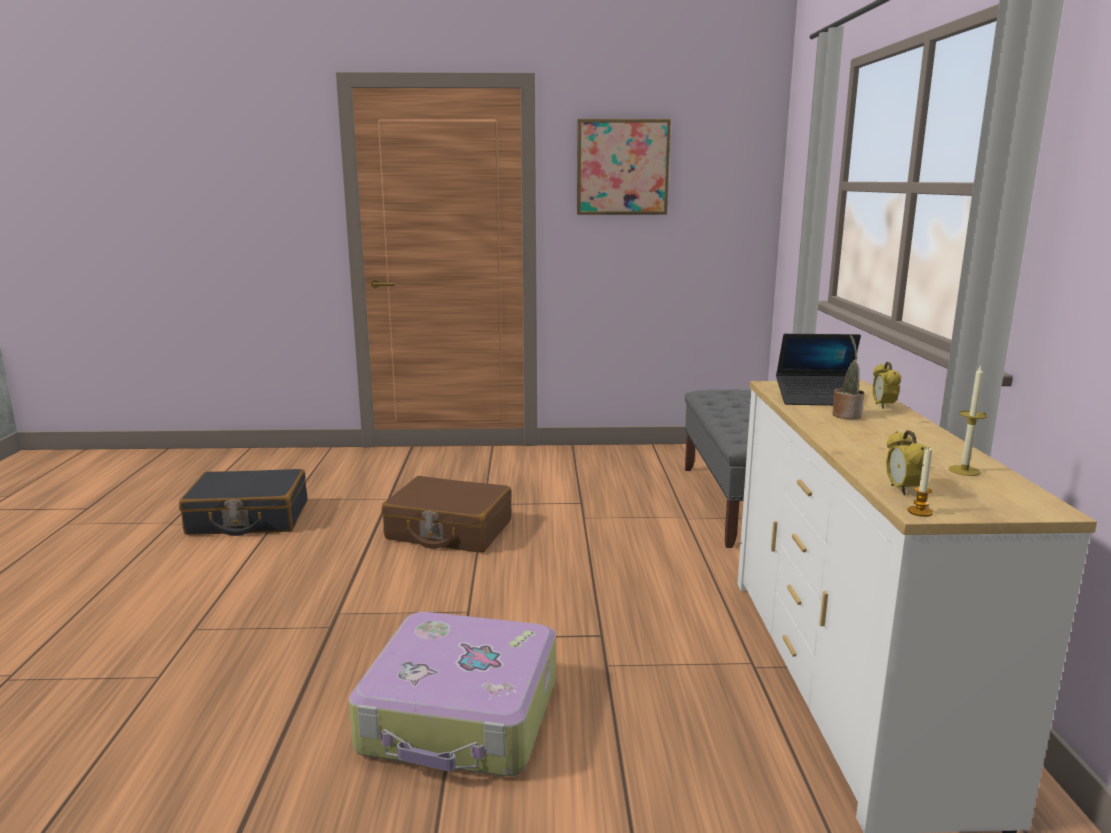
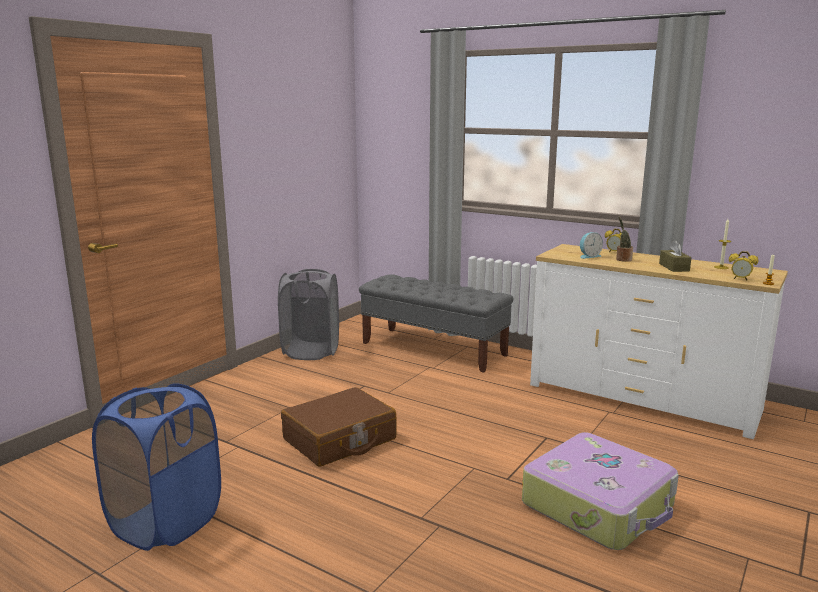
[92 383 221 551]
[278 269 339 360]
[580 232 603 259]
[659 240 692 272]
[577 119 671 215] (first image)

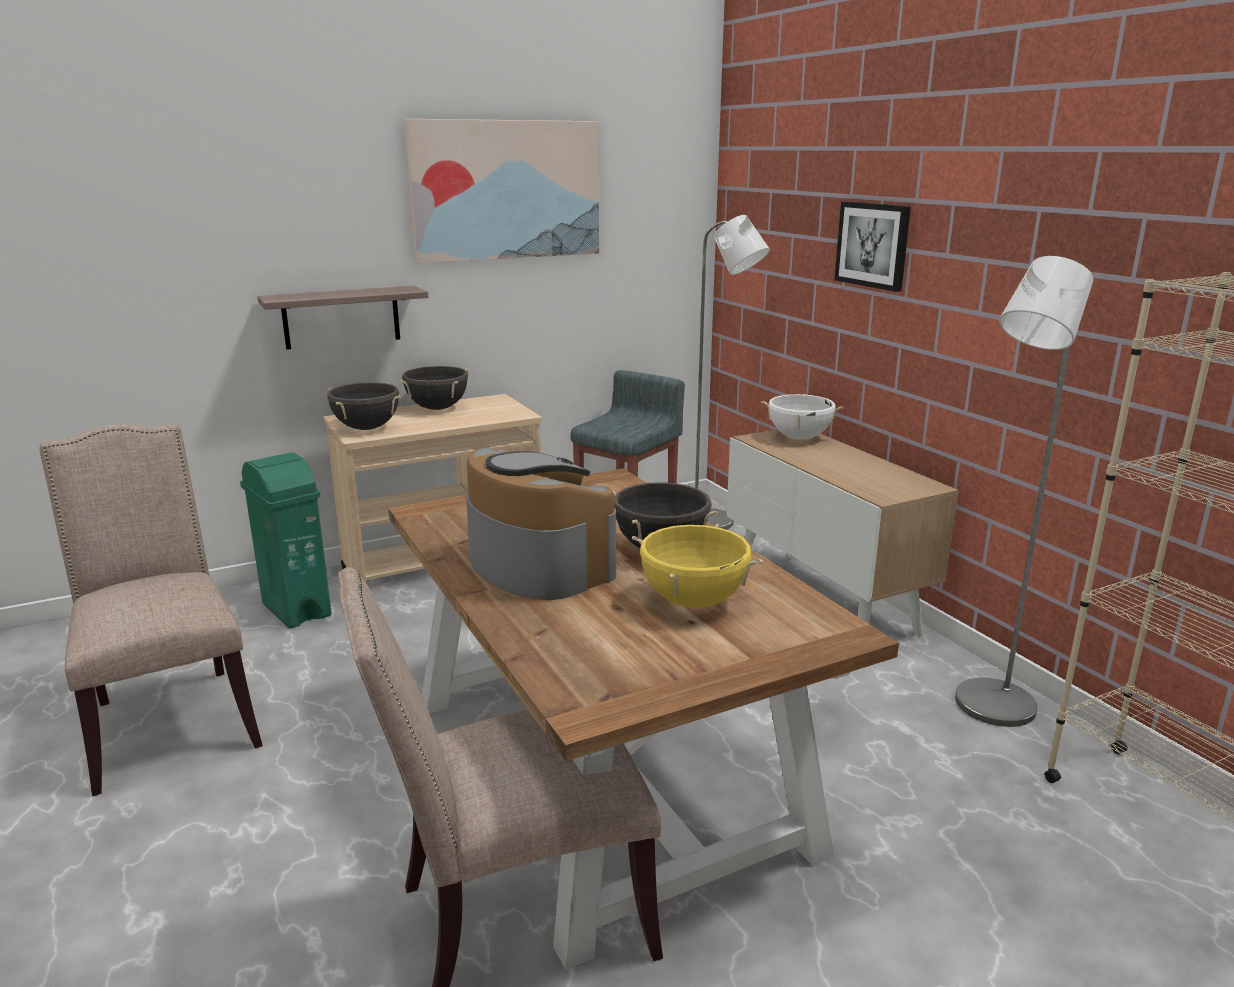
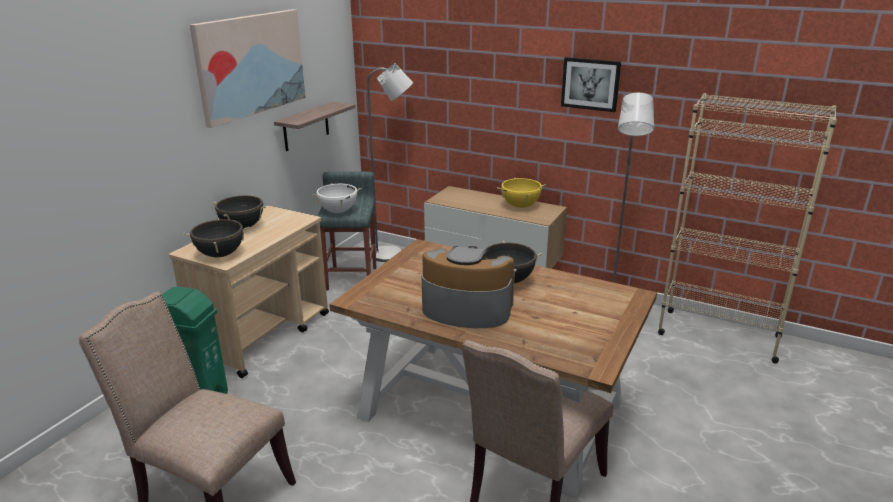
[274 101 356 151]
[312 183 362 213]
[497 178 546 208]
[561 57 621 112]

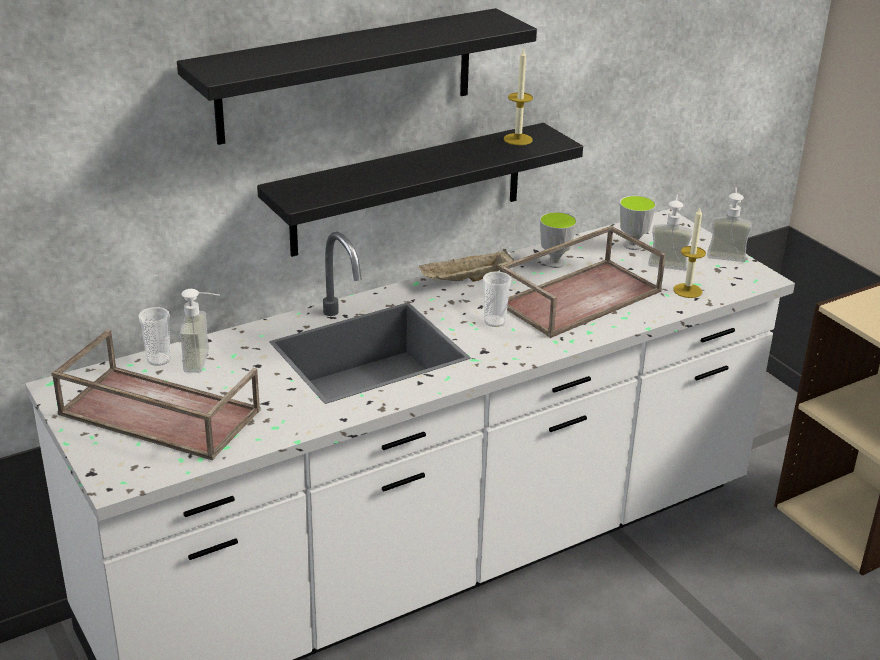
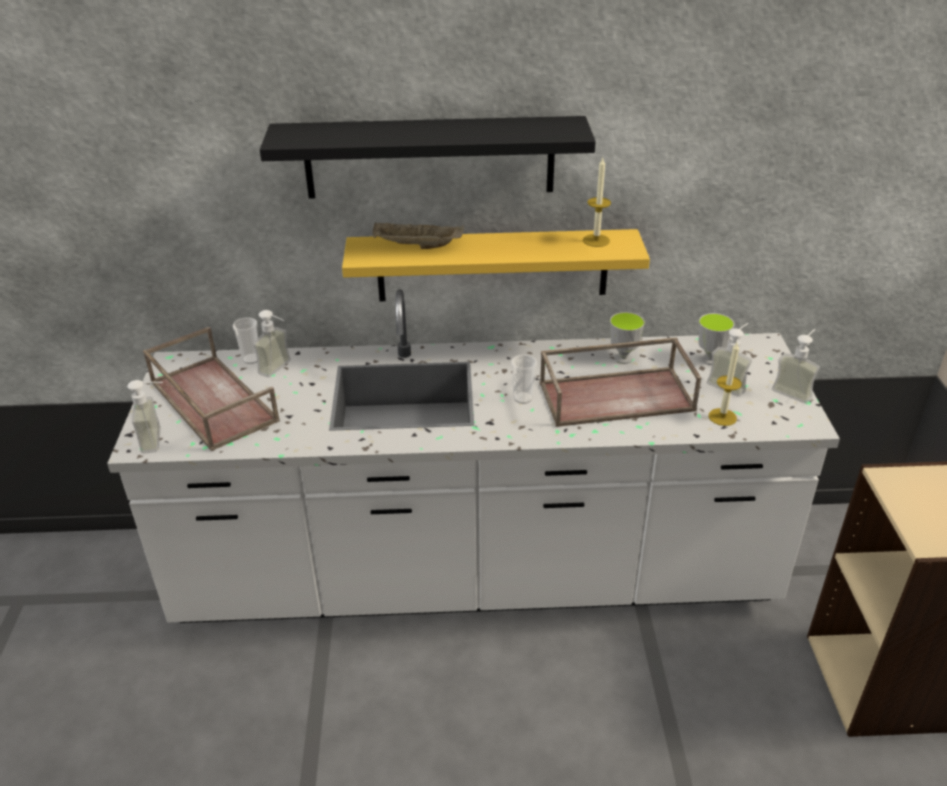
[127 380 163 454]
[342 229 650 301]
[373 222 464 249]

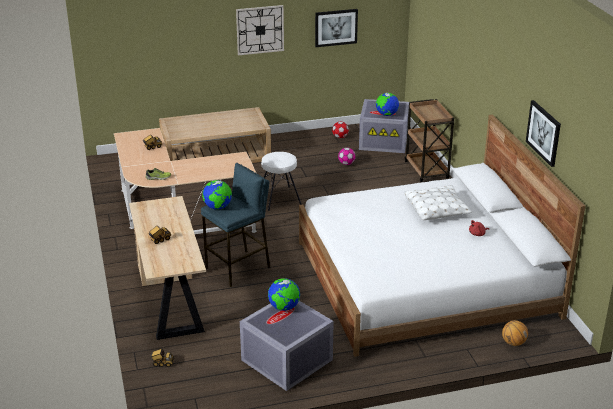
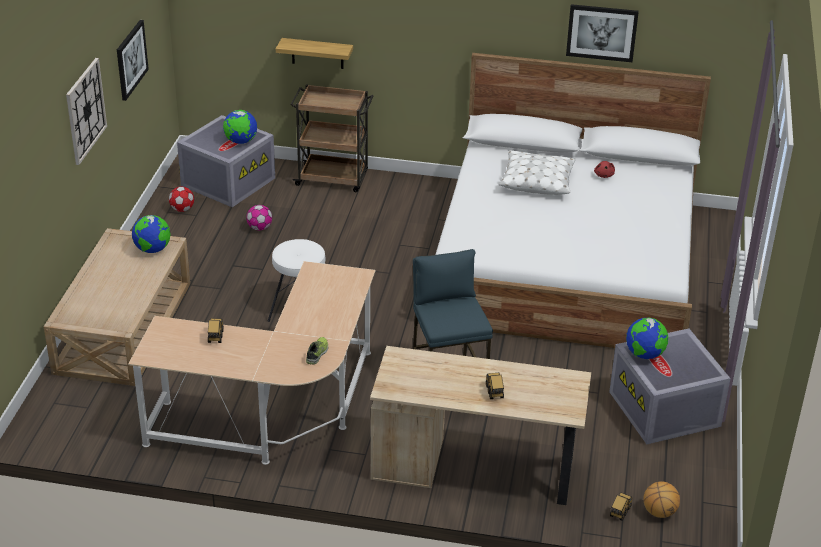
[132 215 170 253]
[276 38 353 69]
[644 481 680 518]

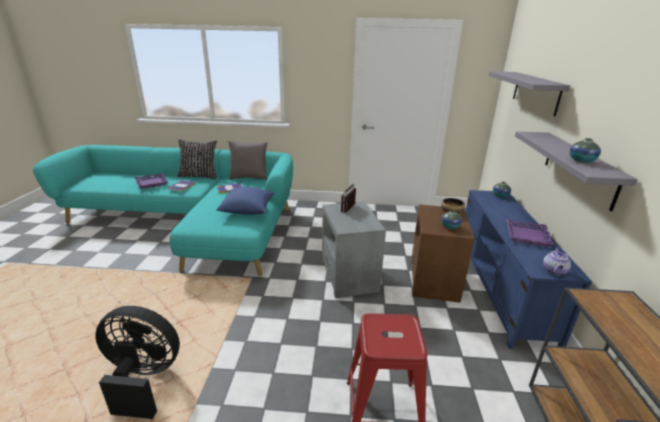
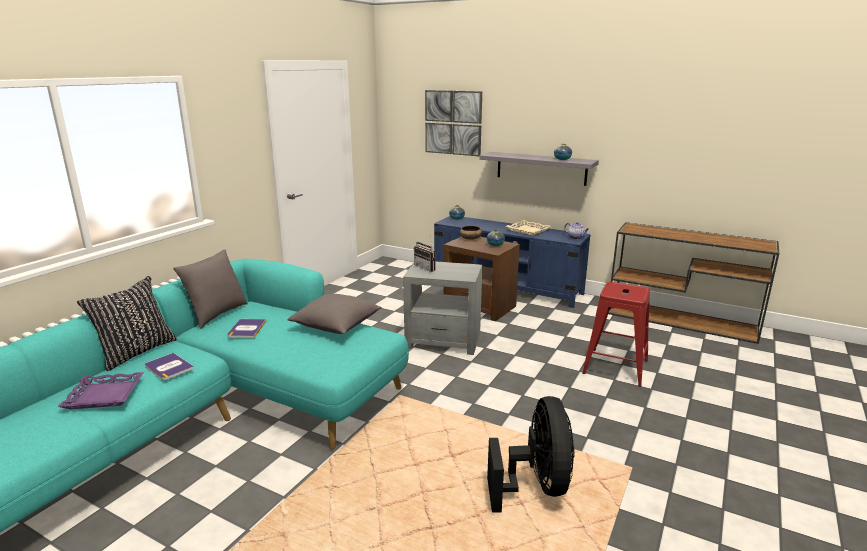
[288 294 382 334]
[425 90 482 156]
[487 396 575 512]
[506 220 551 236]

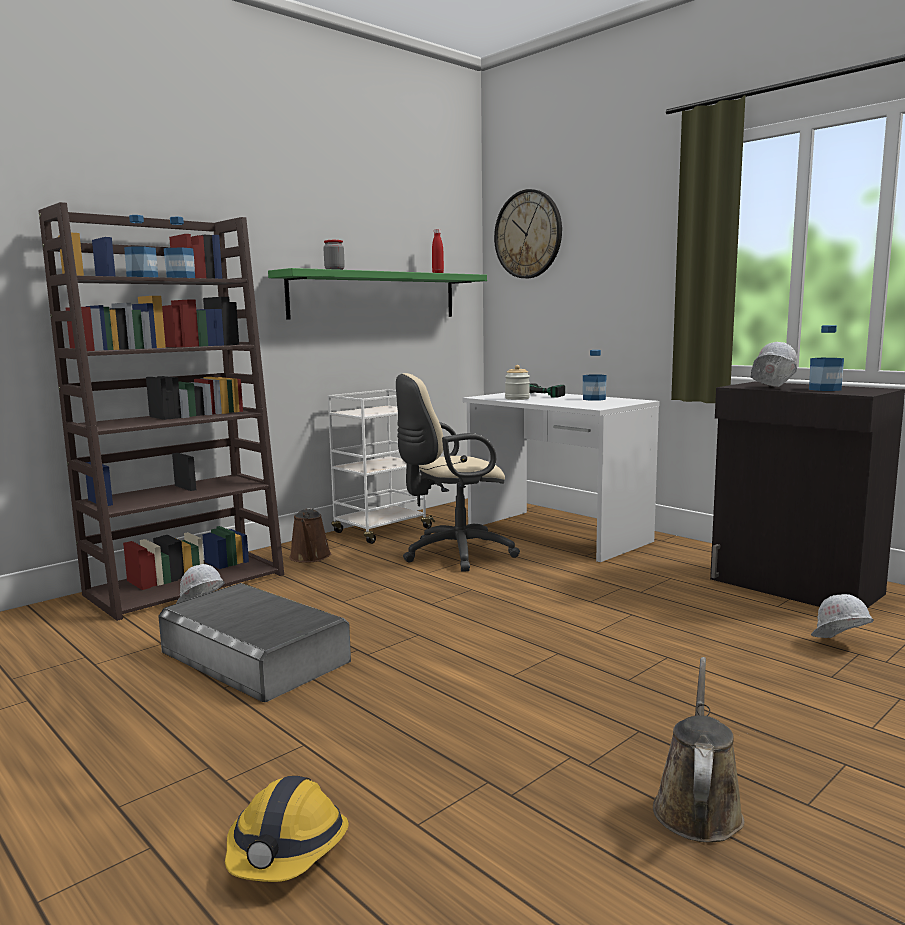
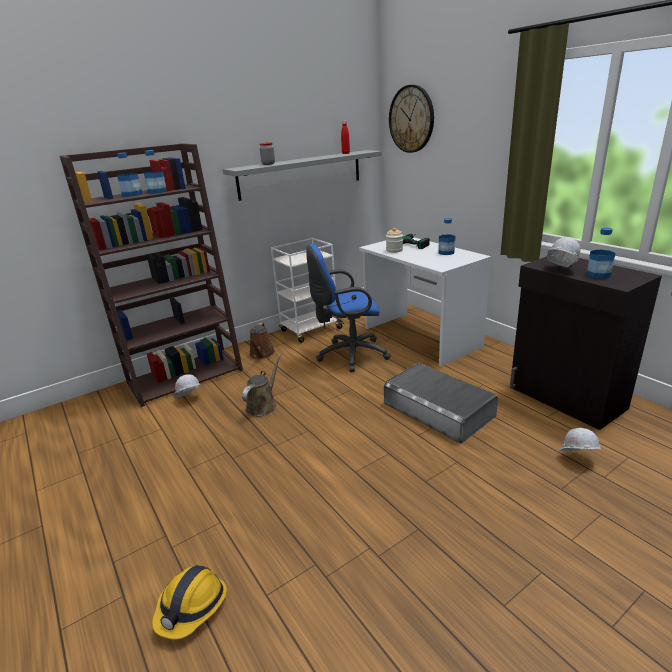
[223 150 382 201]
[242 353 281 417]
[306 244 391 372]
[384 363 498 443]

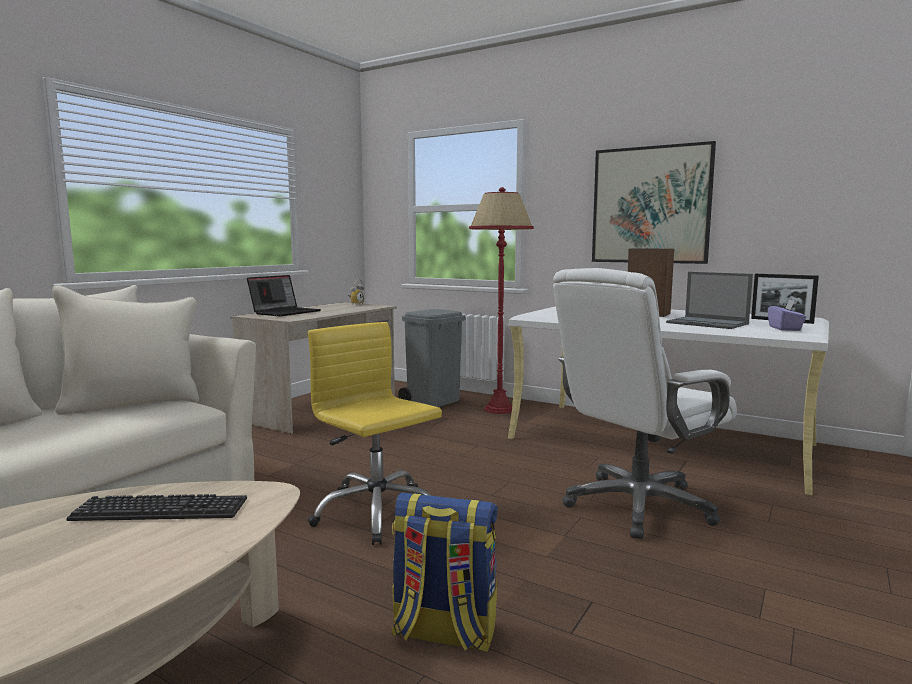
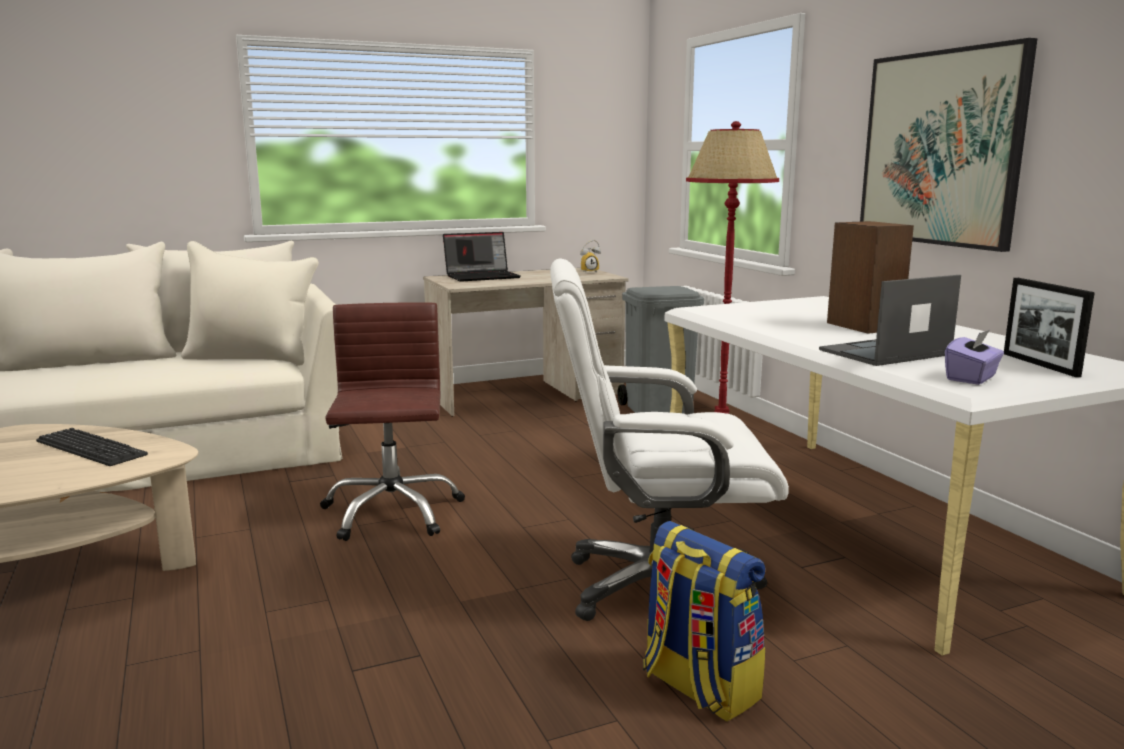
[320 302 465 541]
[643 521 765 722]
[819 275 961 366]

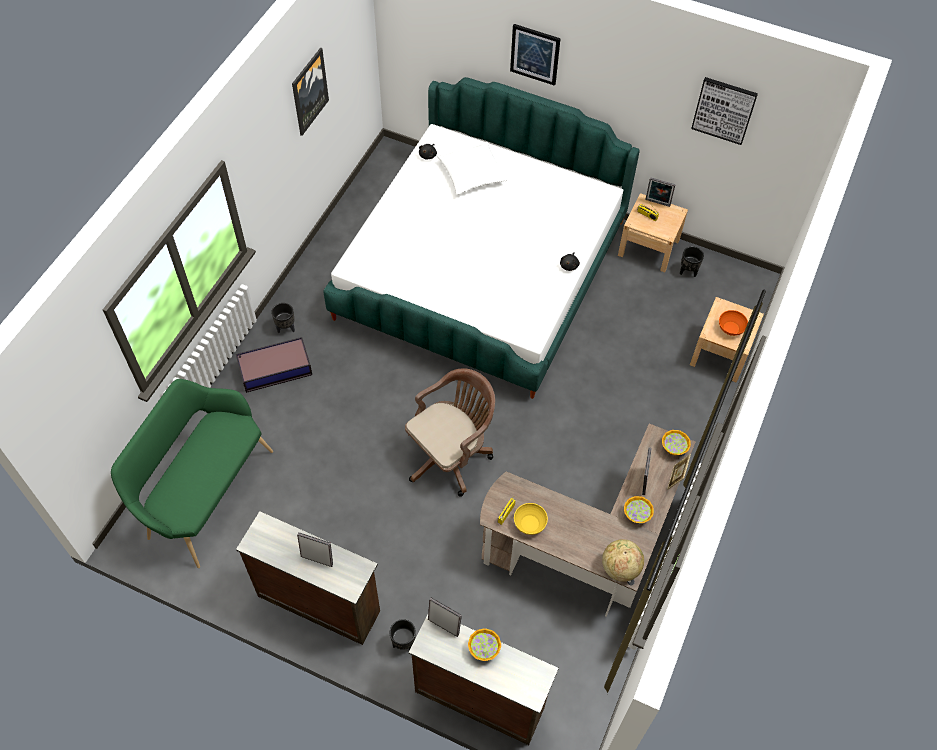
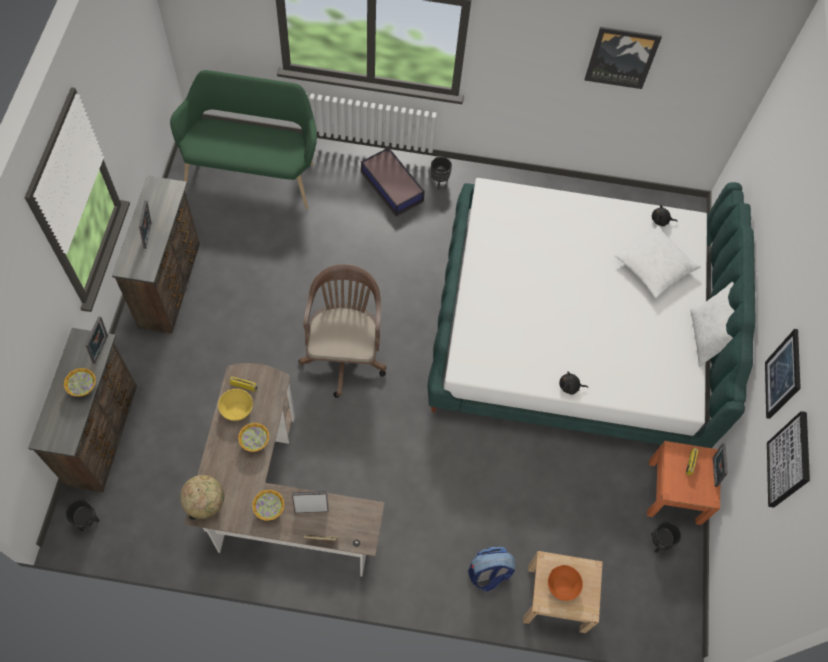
[66 499 99 532]
[238 423 269 452]
[298 264 387 398]
[468 547 515 591]
[647 441 720 525]
[690 282 734 367]
[765 329 801 419]

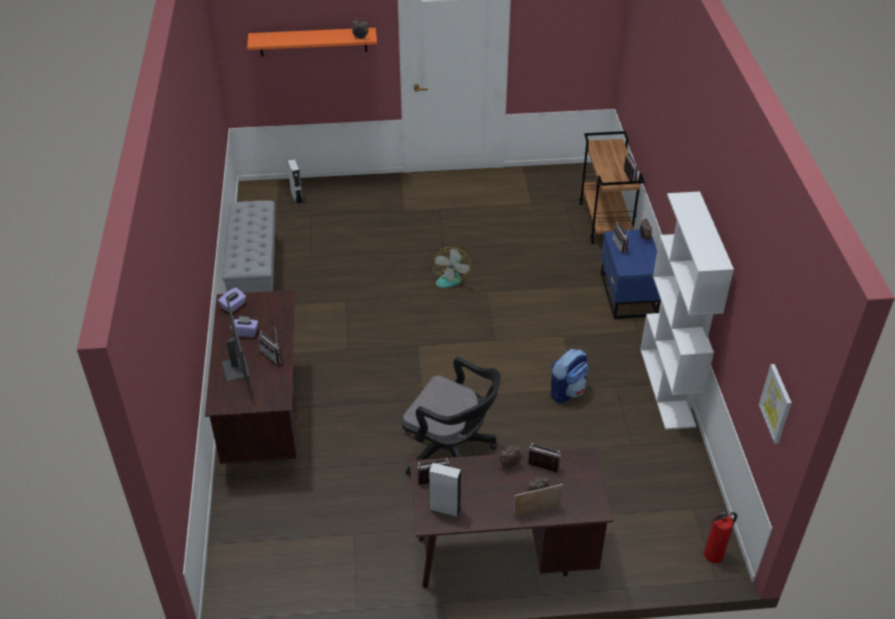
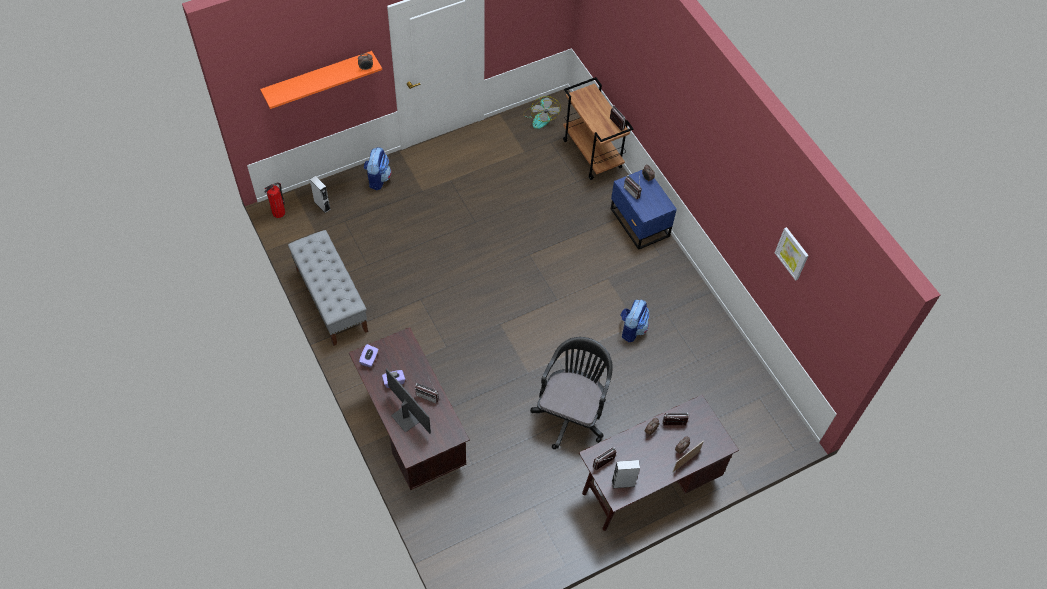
[265 182 285 218]
[364 147 391 190]
[523 96 561 129]
[530 337 613 449]
[775 227 809 281]
[640 191 734 430] (first image)

